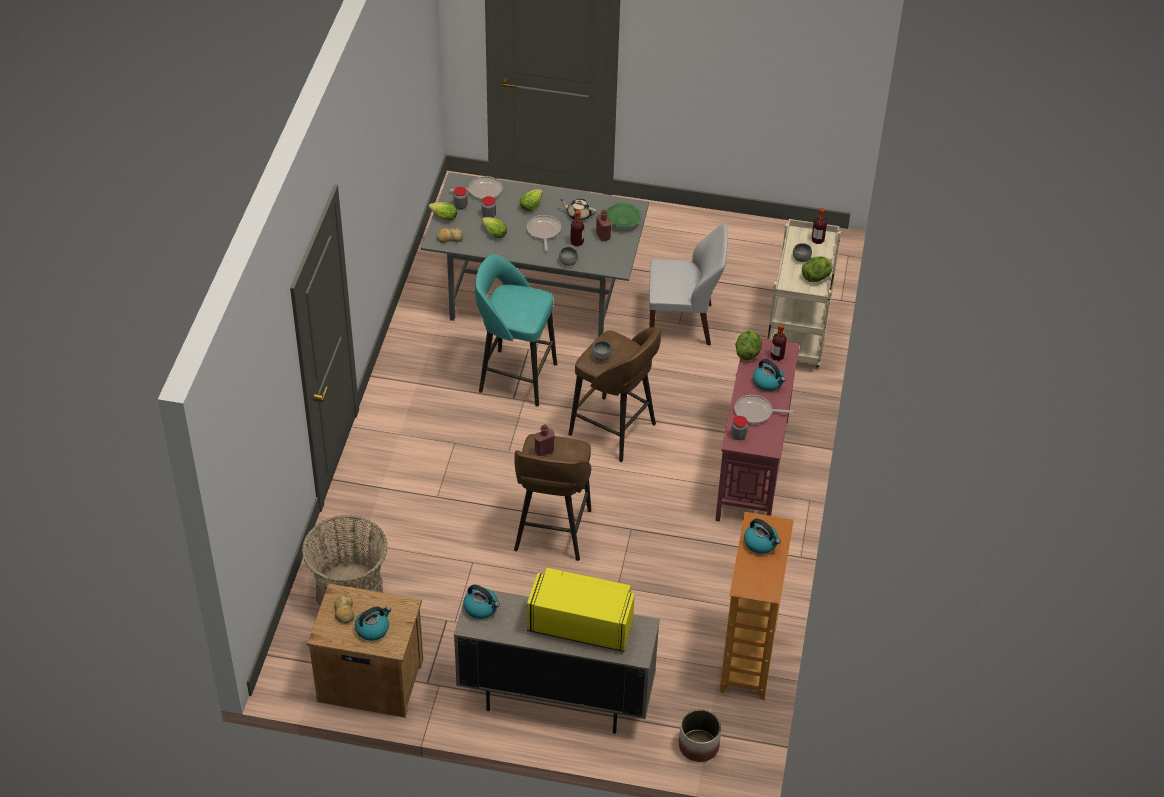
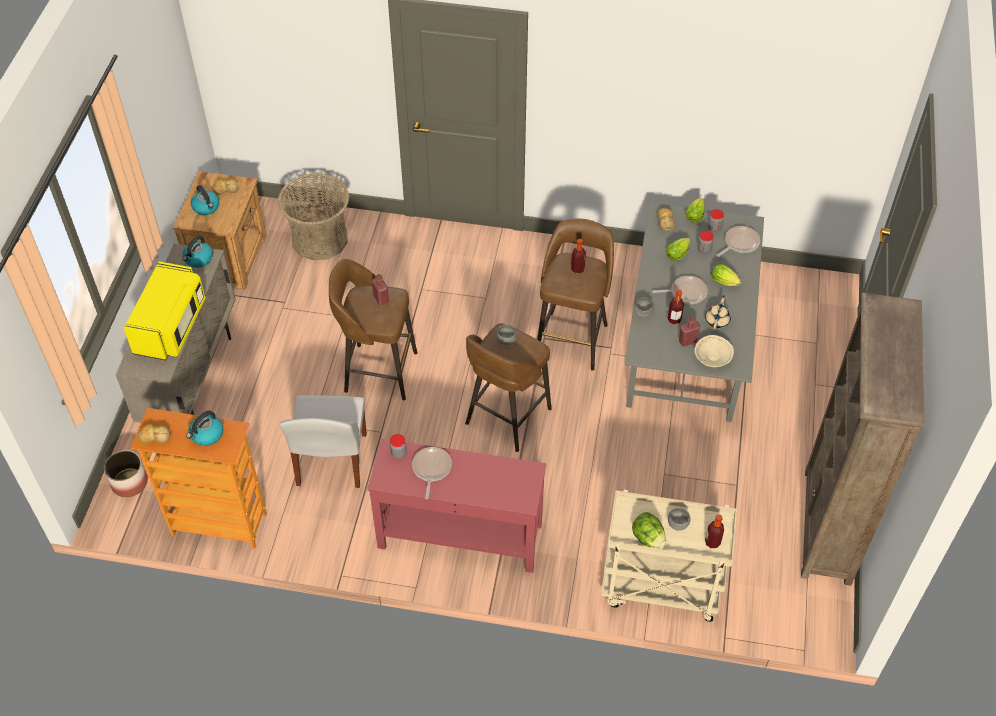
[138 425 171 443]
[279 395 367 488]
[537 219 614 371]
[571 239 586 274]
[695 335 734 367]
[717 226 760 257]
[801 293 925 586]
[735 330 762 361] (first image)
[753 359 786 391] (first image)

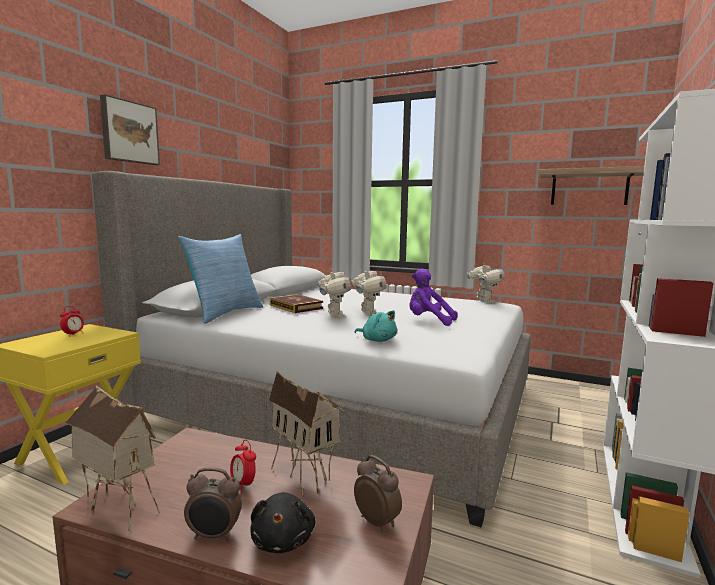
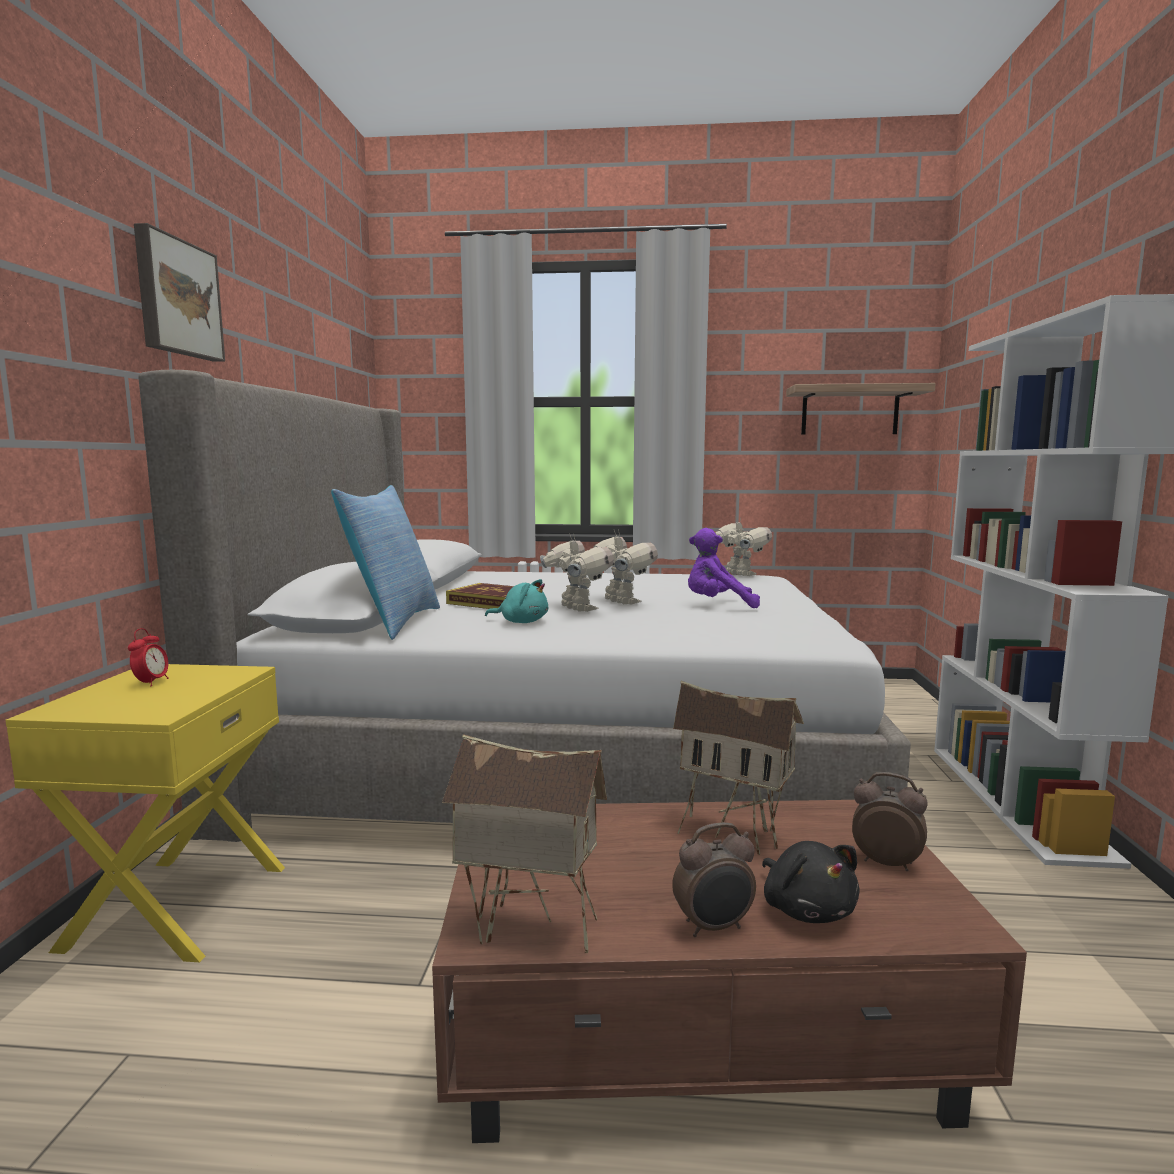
[485 579 548 623]
[230 440 256 492] (first image)

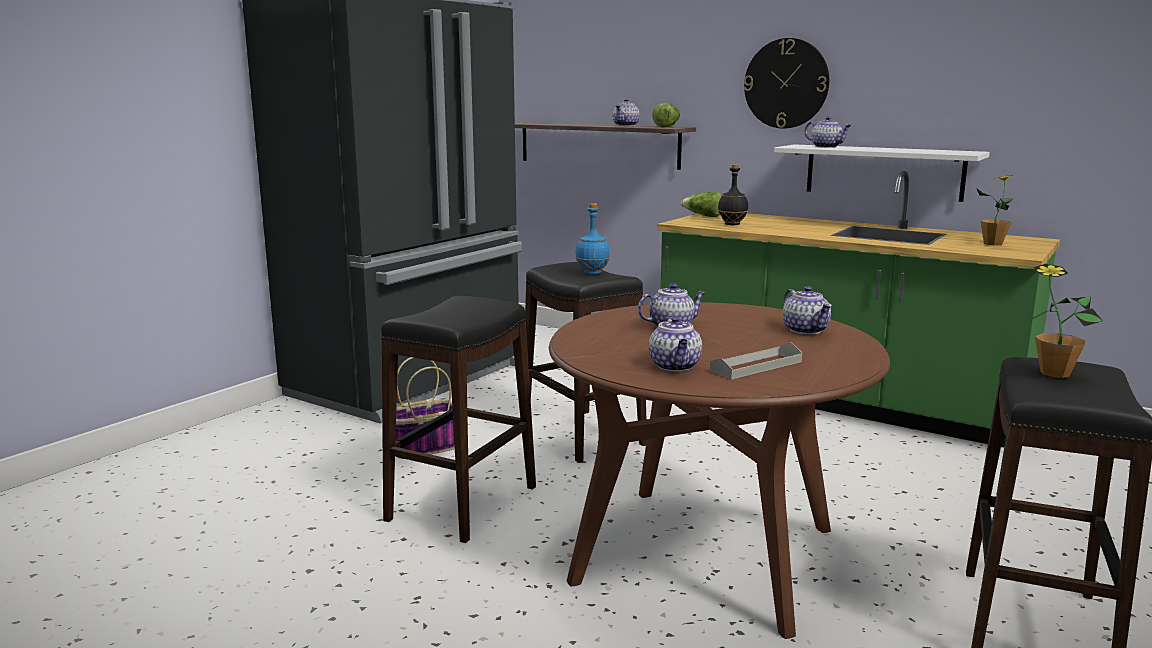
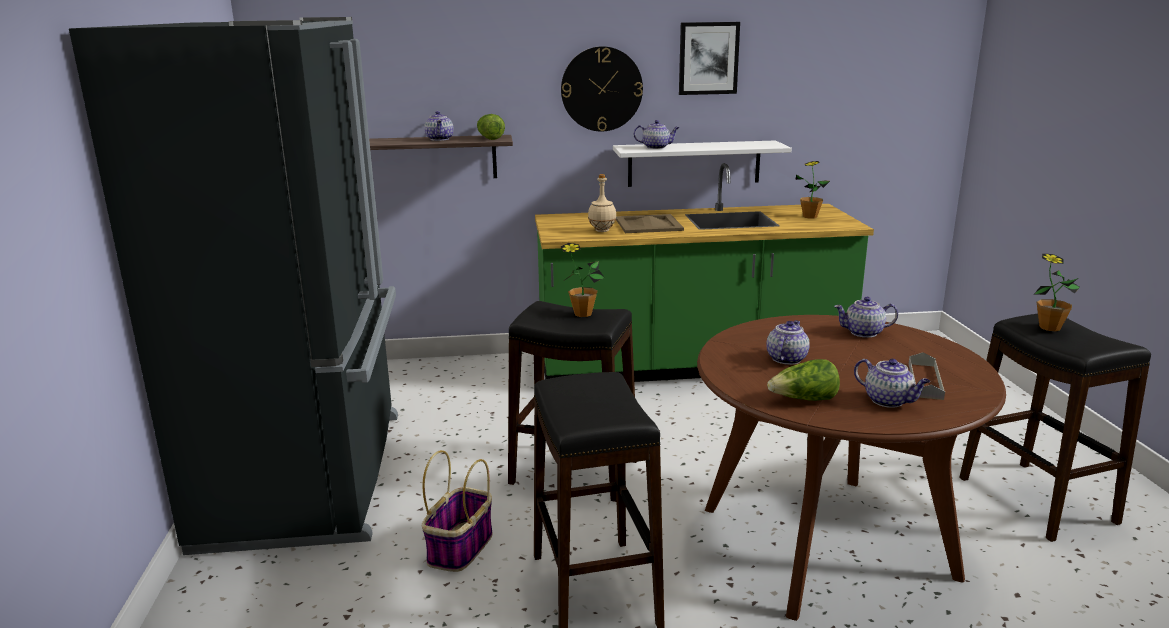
[561 243 605 317]
[588 174 616 232]
[616 214 684 233]
[679 22 740 95]
[767 359 840 401]
[834 297 898 338]

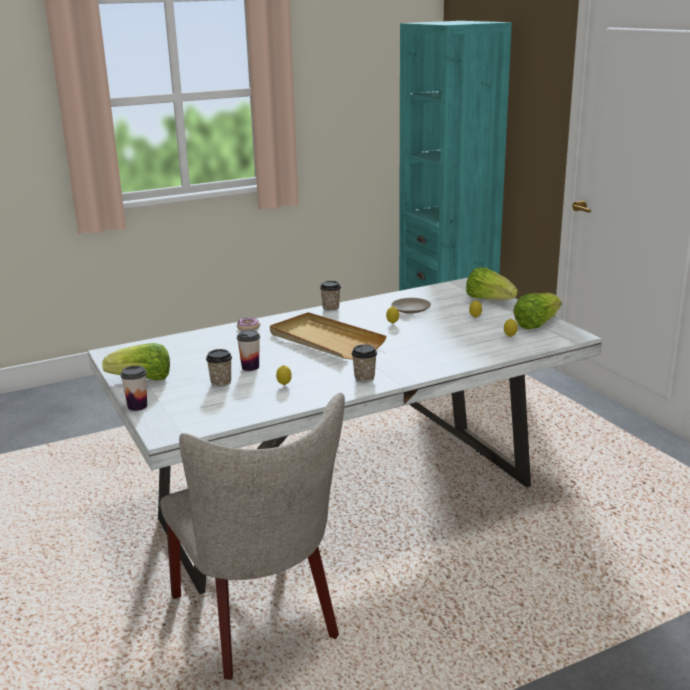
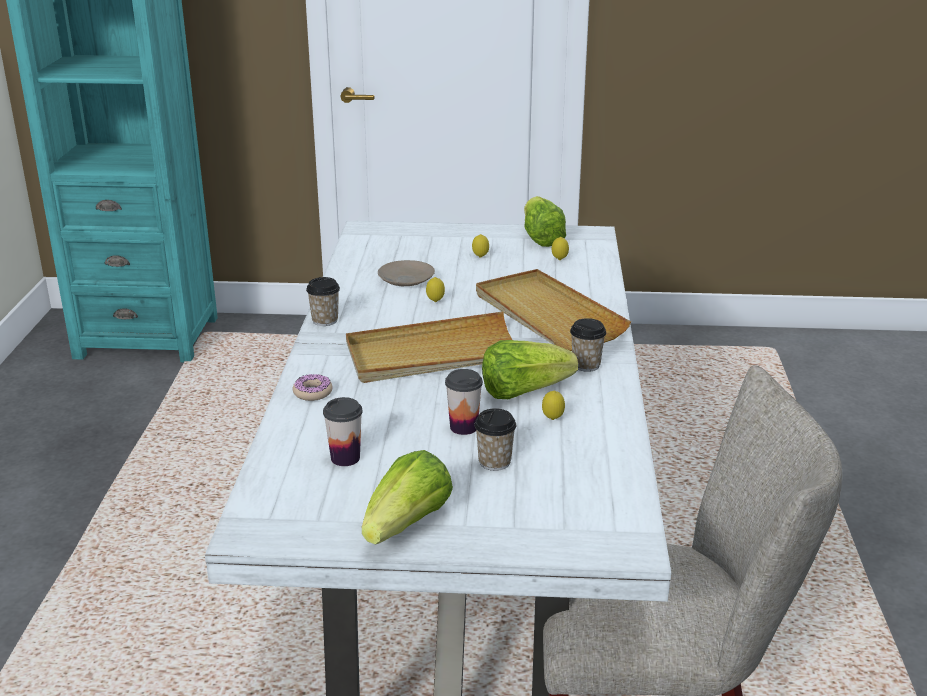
[323 397 363 466]
[476 269 631 351]
[482 340 578 399]

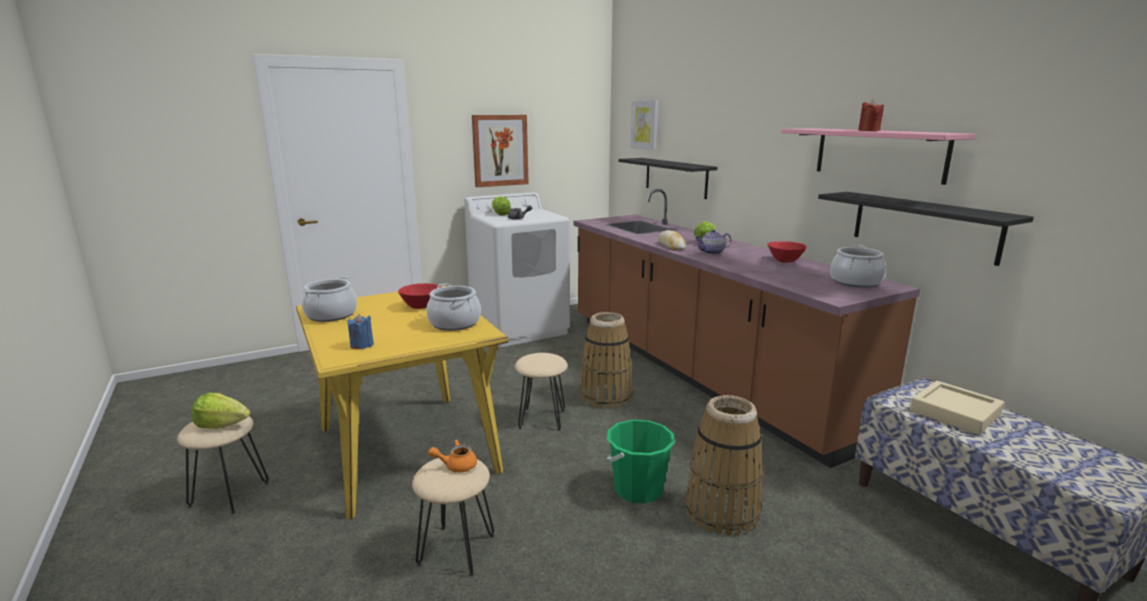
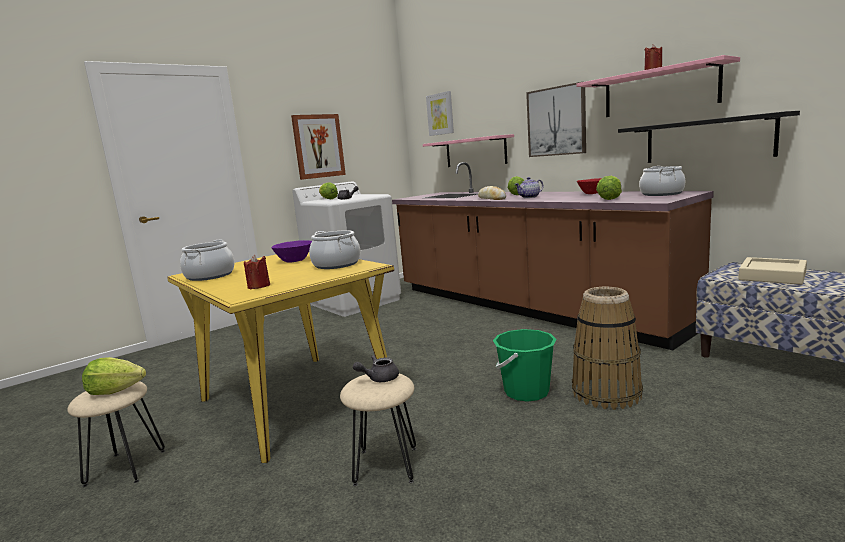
[244 255 270 289]
[272 240 312 263]
[353 355 399 382]
[423 134 514 167]
[526 82 586 157]
[596 176 622 200]
[515 353 568 431] (first image)
[579 312 633 409] (first image)

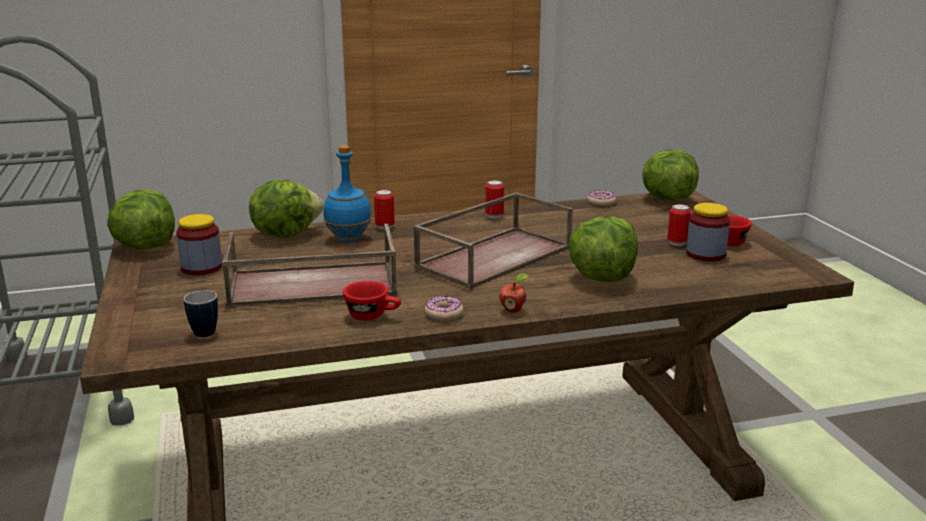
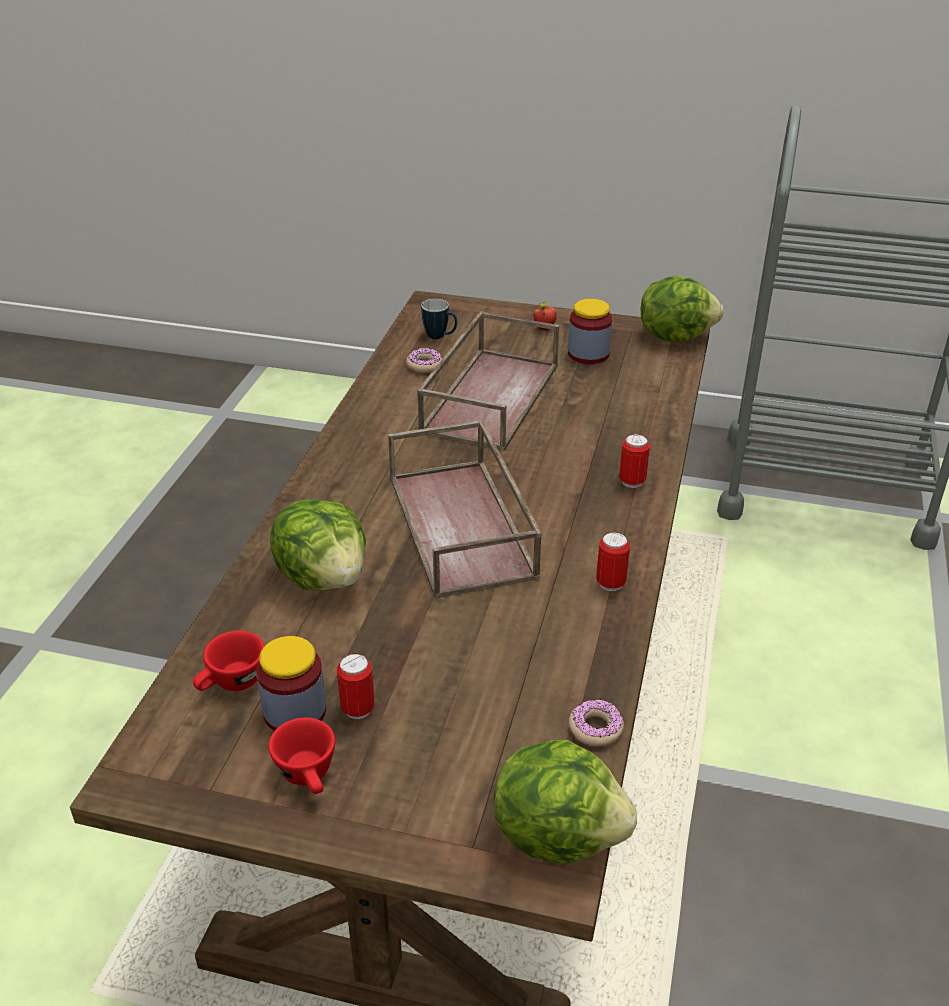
[193 630 265 691]
[406 348 442 373]
[533 301 557 331]
[249 179 323 238] (first image)
[323 146 372 242] (first image)

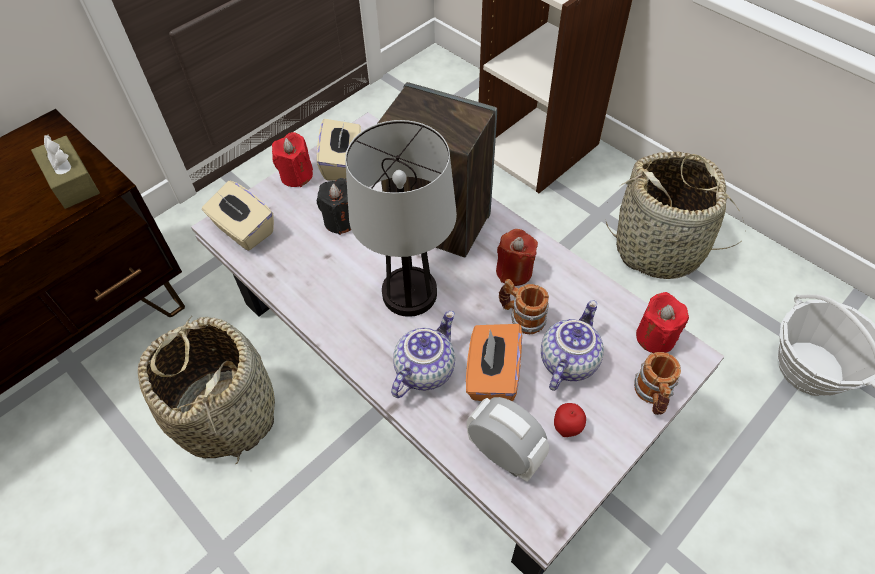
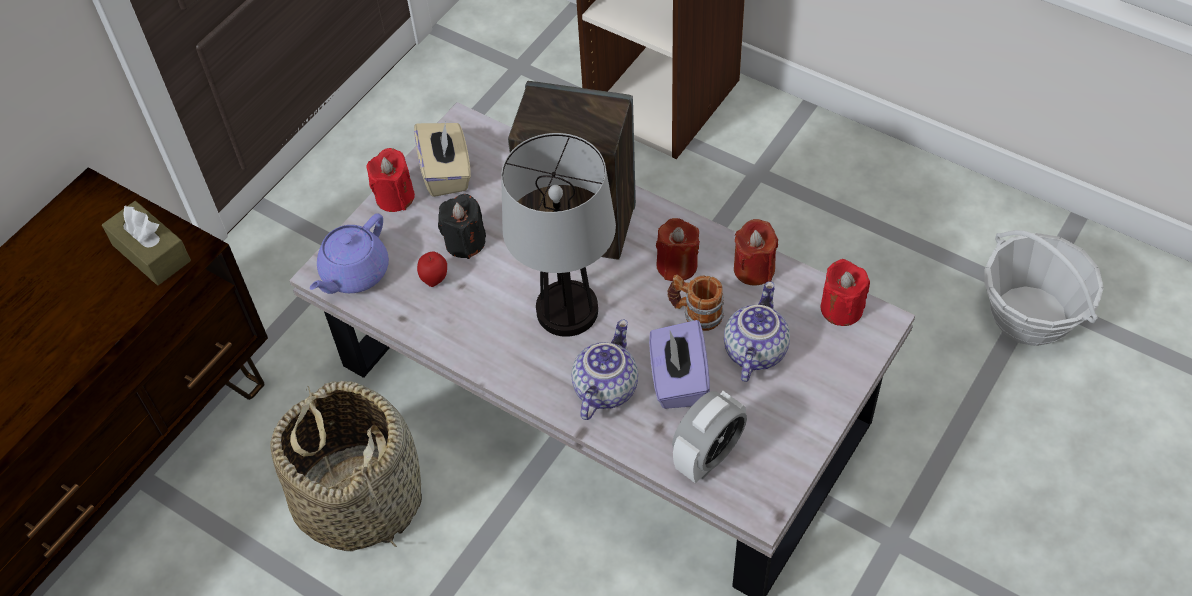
[310 213 389 294]
[417 251 447 287]
[649 320 710 409]
[672 391 747 483]
[734 219 778 286]
[606 151 744 279] (first image)
[634 352 681 415] (first image)

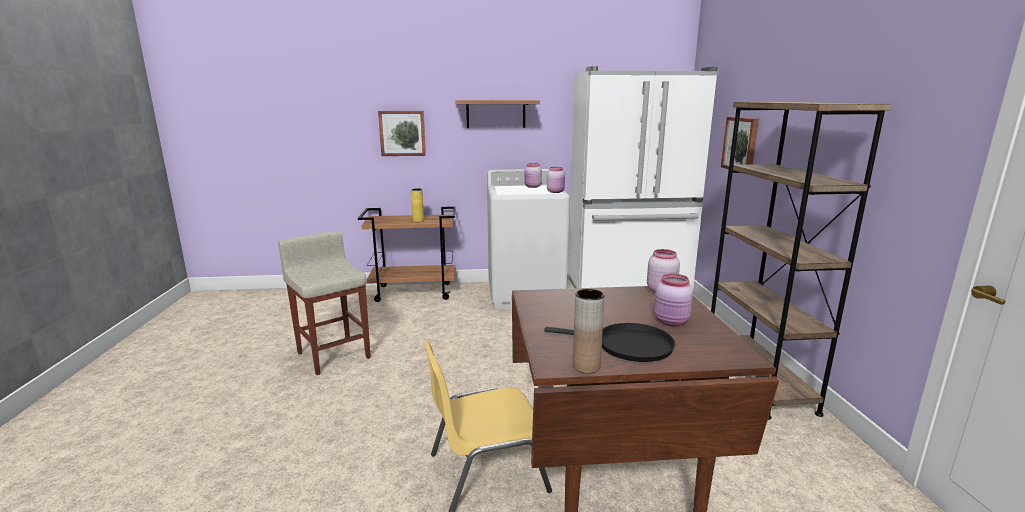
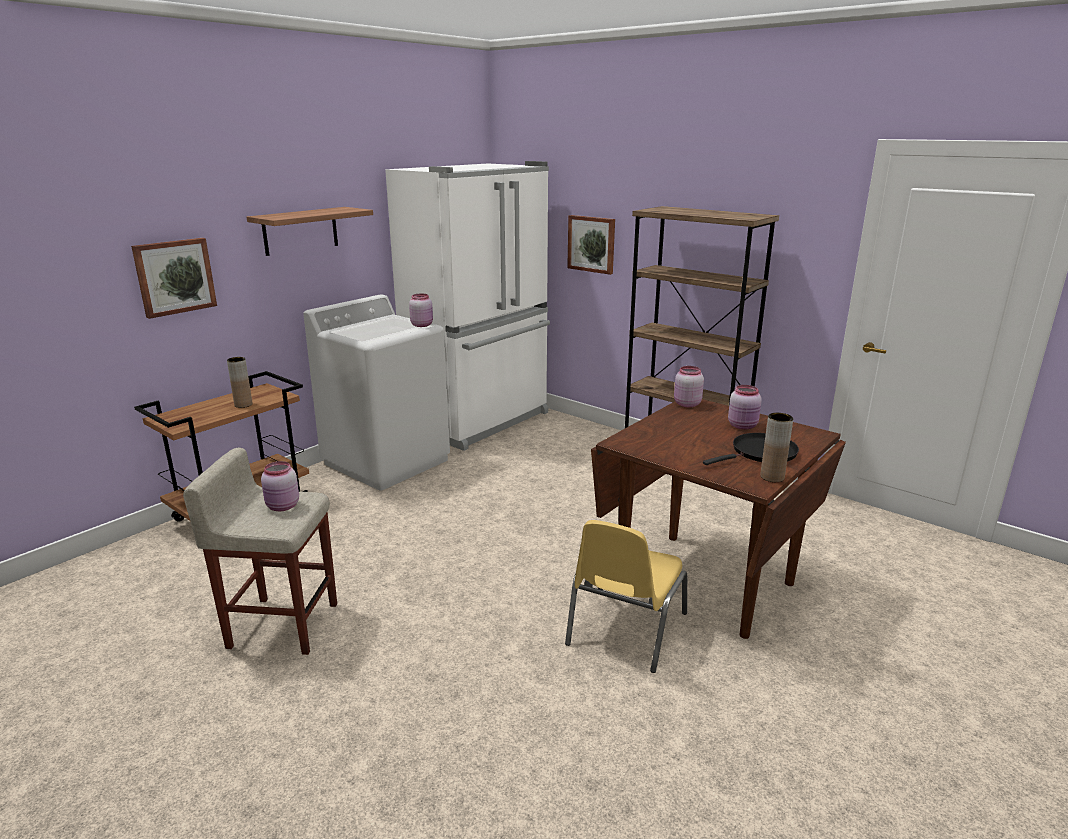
[227 357 253 408]
[261 461 299 511]

